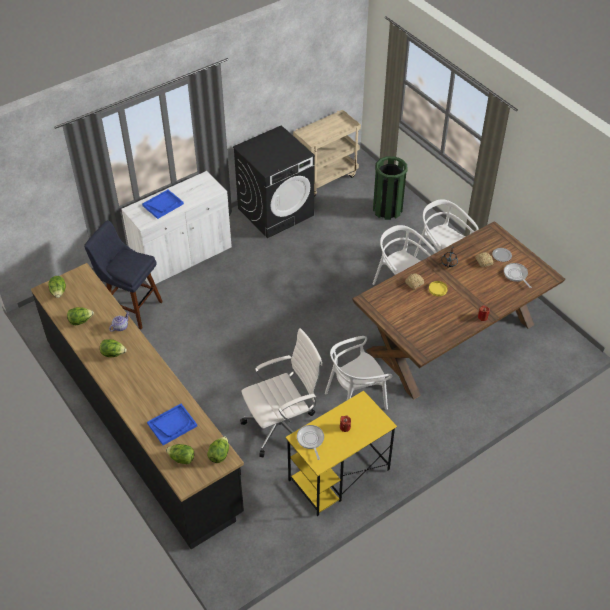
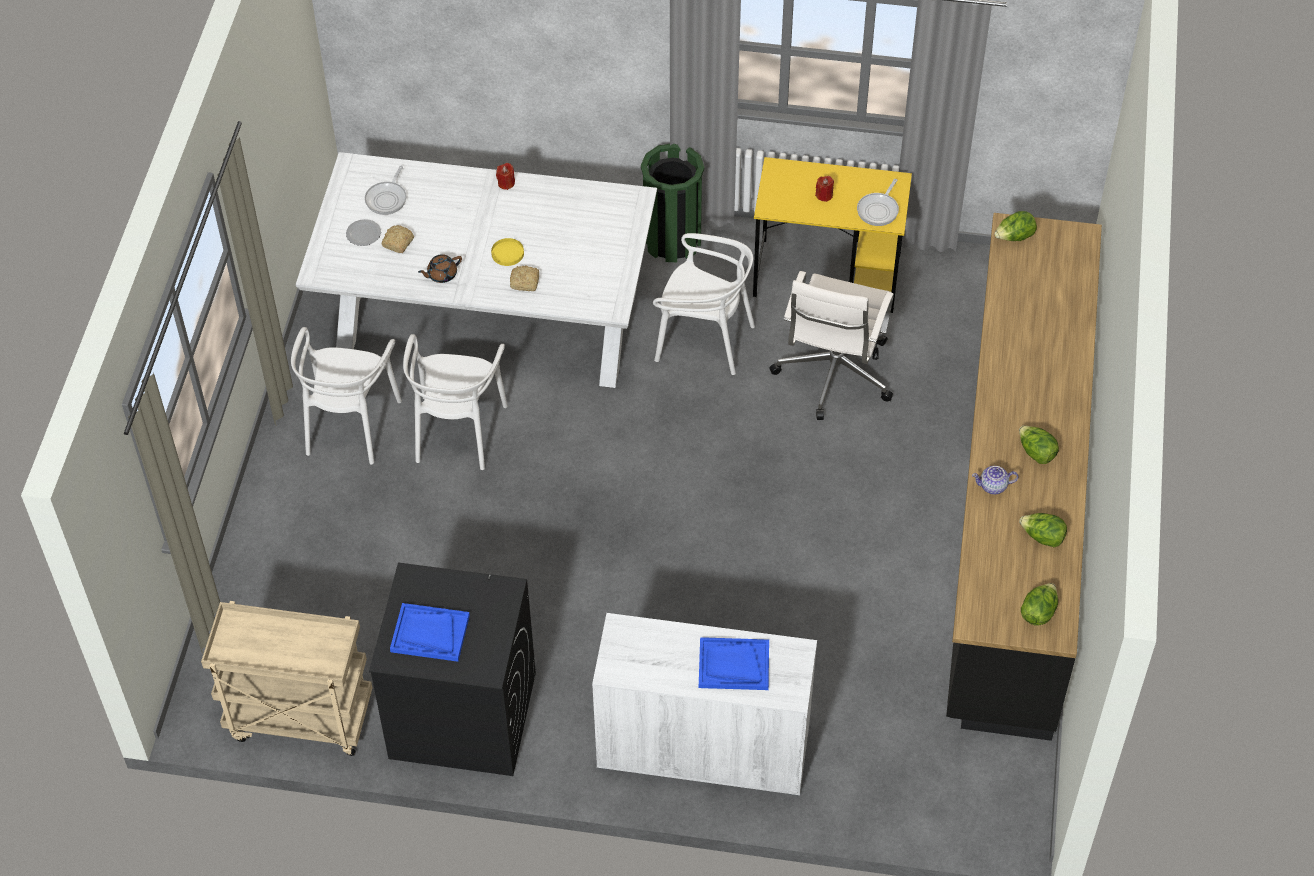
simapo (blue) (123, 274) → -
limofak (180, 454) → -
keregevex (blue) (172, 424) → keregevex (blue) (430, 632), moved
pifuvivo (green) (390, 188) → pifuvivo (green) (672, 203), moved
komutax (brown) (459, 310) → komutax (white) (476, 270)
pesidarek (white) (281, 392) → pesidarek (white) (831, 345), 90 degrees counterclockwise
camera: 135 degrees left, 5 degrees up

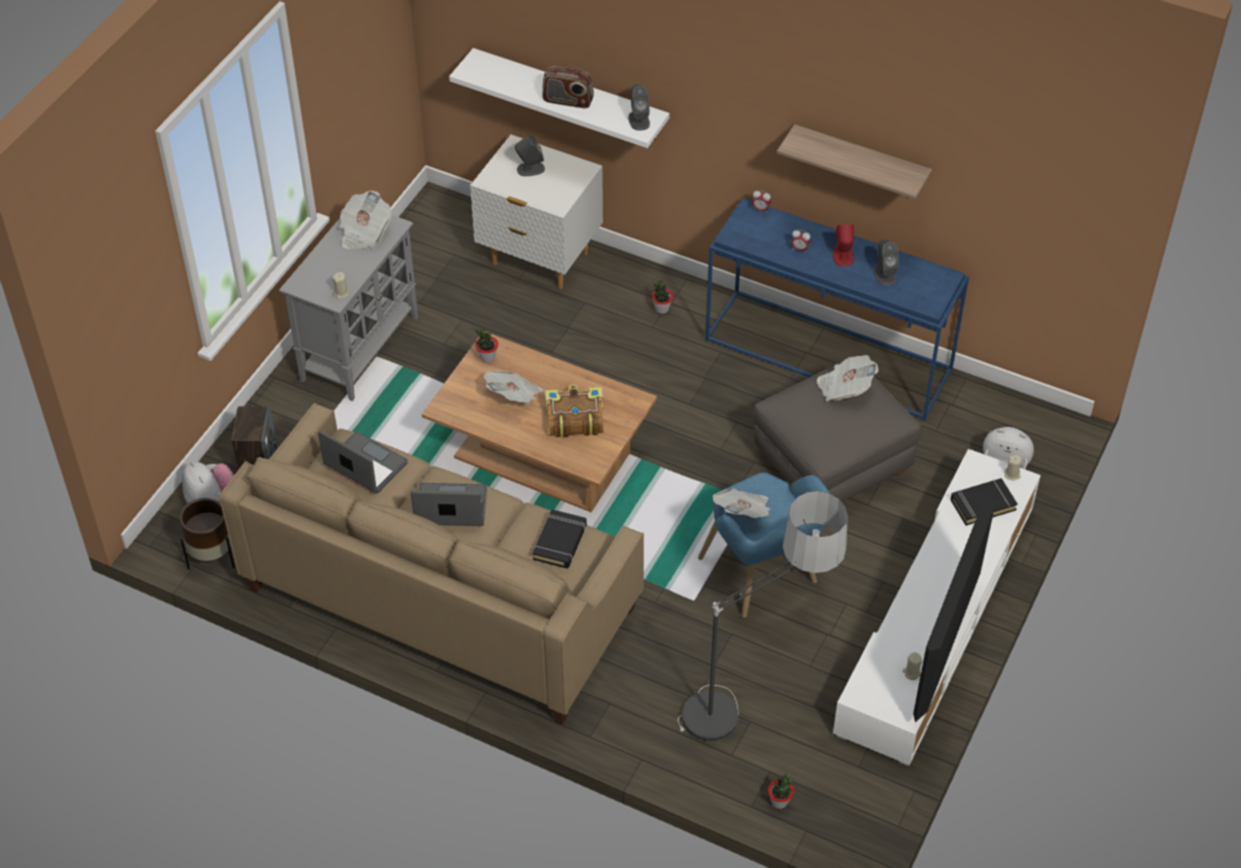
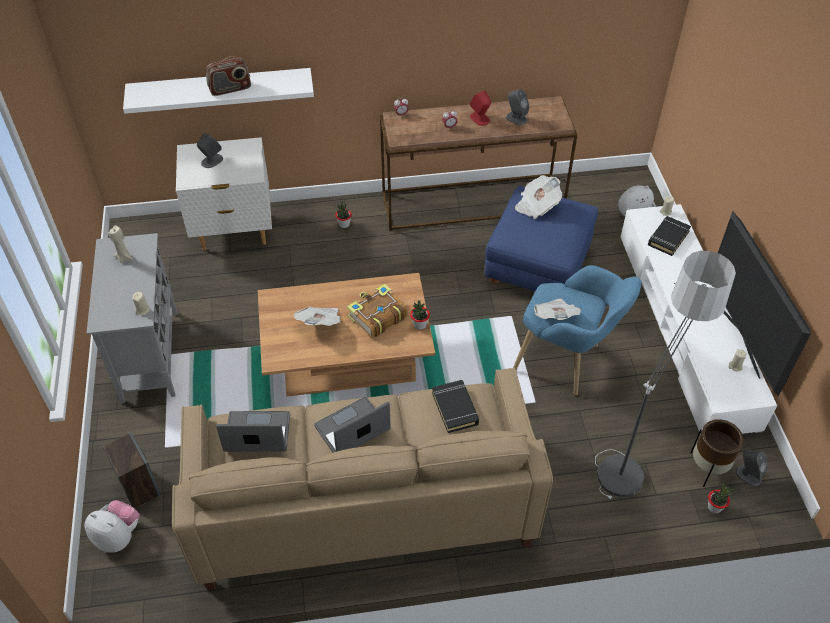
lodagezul (854, 161) → -
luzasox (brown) (207, 534) → luzasox (brown) (717, 453), moved
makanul (486, 345) → makanul (420, 315), moved
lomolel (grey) (639, 107) → lomolel (grey) (752, 468), moved
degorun (365, 220) → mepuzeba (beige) (120, 244)
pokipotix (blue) (837, 309) → pokipotix (brown) (479, 163)
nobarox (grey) (837, 431) → nobarox (blue) (541, 238)
camera: 35 degrees left, 0 degrees up

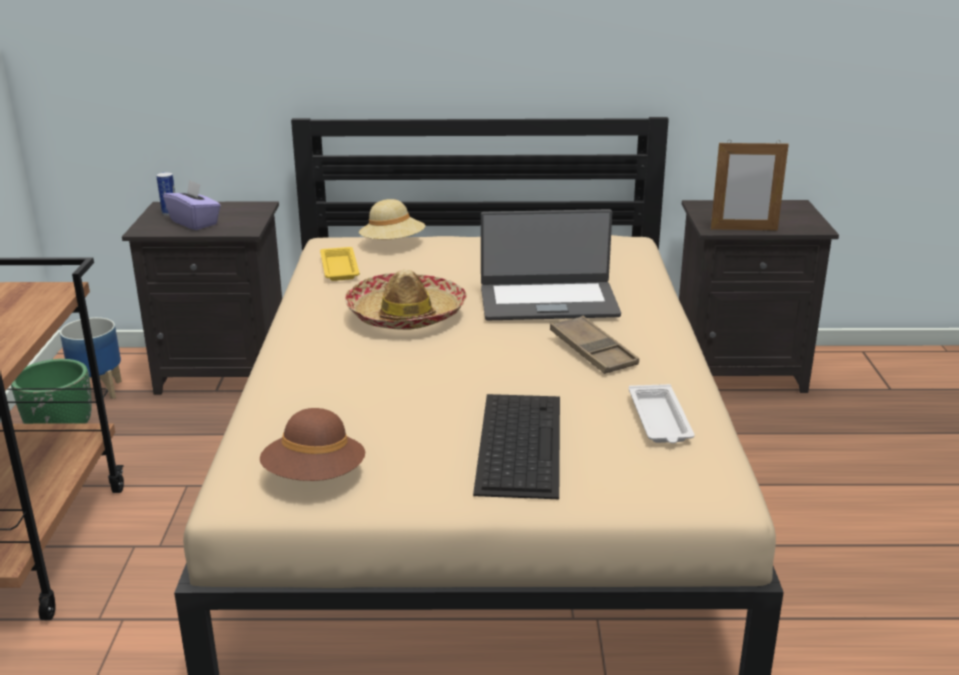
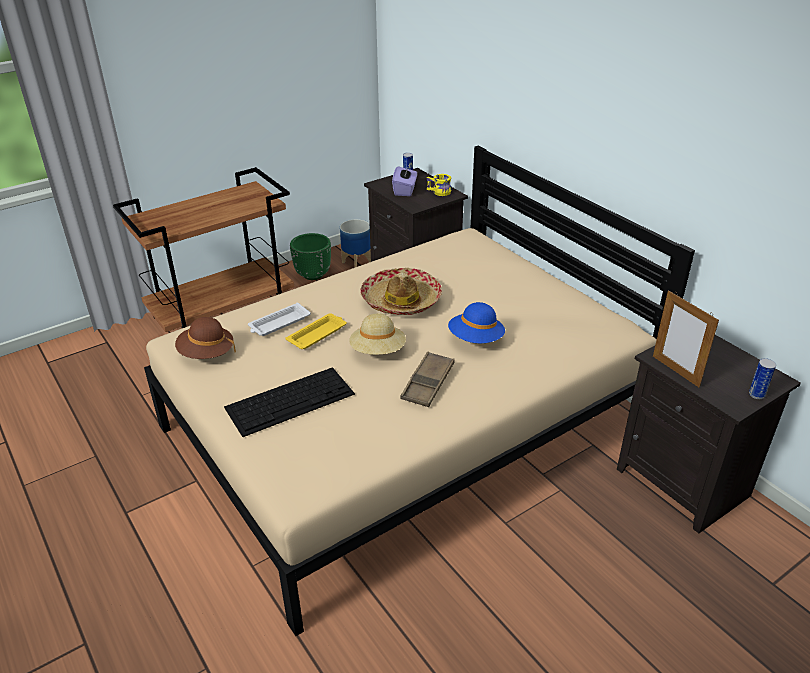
- → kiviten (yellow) (439, 185)
- → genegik (762, 378)
keregevex (yellow) (340, 264) → keregevex (yellow) (316, 331), moved
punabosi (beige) (392, 219) → punabosi (beige) (377, 334), moved
keregevex (white) (661, 413) → keregevex (white) (279, 319), moved
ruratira (551, 264) → punabosi (blue) (476, 322)
camera: 55 degrees right, 10 degrees up

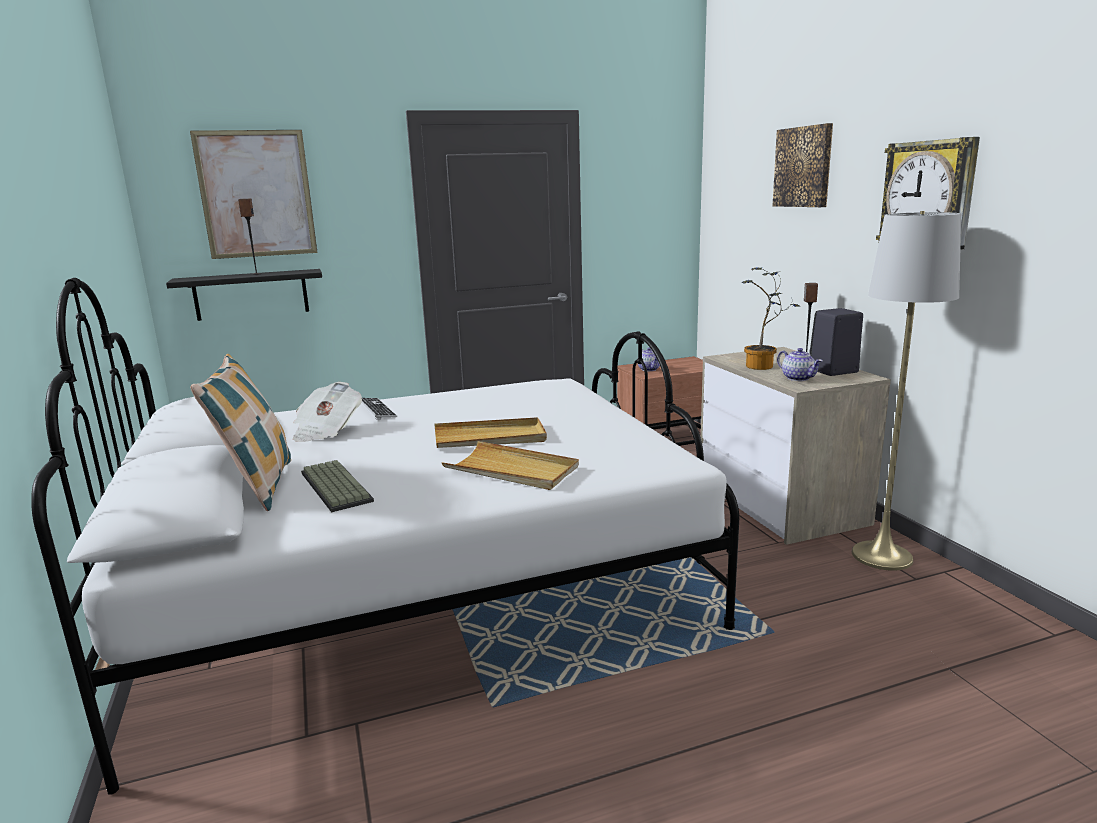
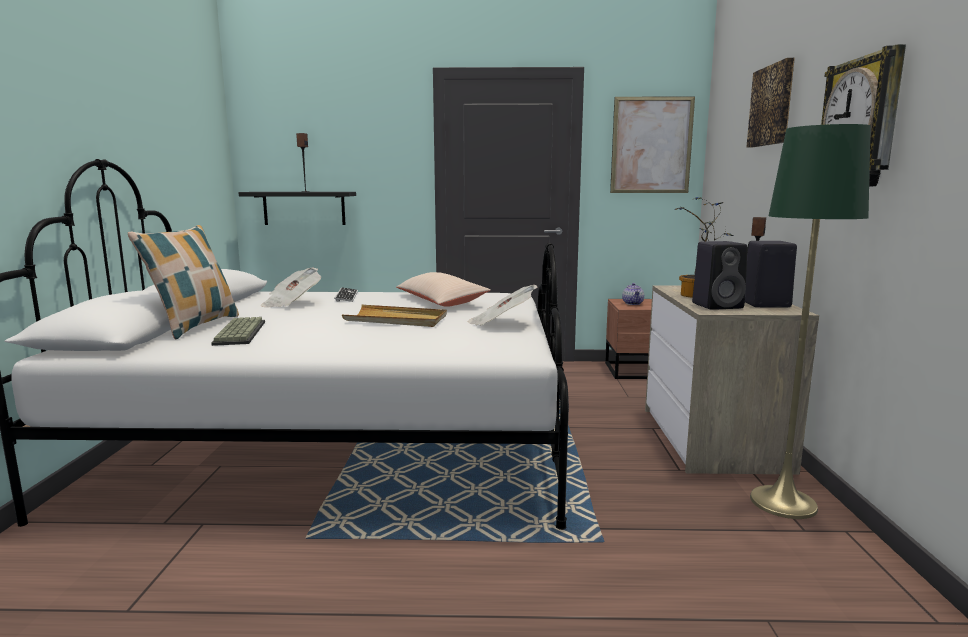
keregevex (beige) (510, 465) → -
- → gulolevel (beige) (443, 289)
- → degorun (503, 305)
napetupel (254, 194) → napetupel (652, 144), moved
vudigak (800, 364) → lomolel (black) (719, 275)
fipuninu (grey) (906, 391) → fipuninu (green) (810, 321)
camera: 20 degrees right, 5 degrees down

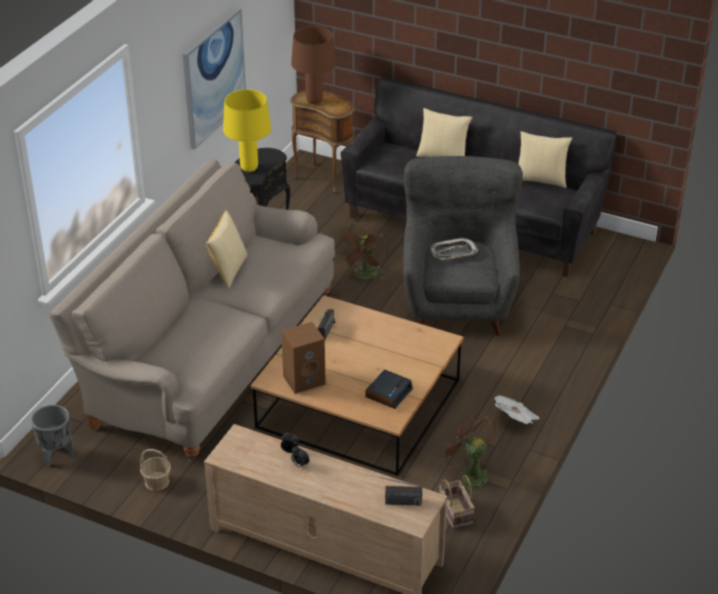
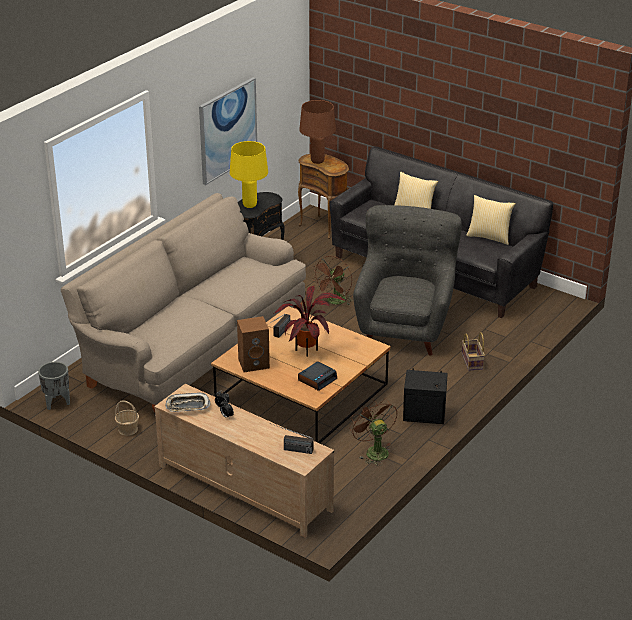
gulolevel (227, 249) → -
- → makanul (309, 321)
keregevex (454, 249) → keregevex (187, 402), moved
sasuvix (457, 502) → sasuvix (473, 351), moved
degorun (517, 409) → lomolel (black) (425, 396)
camera: 10 degrees right, 5 degrees down

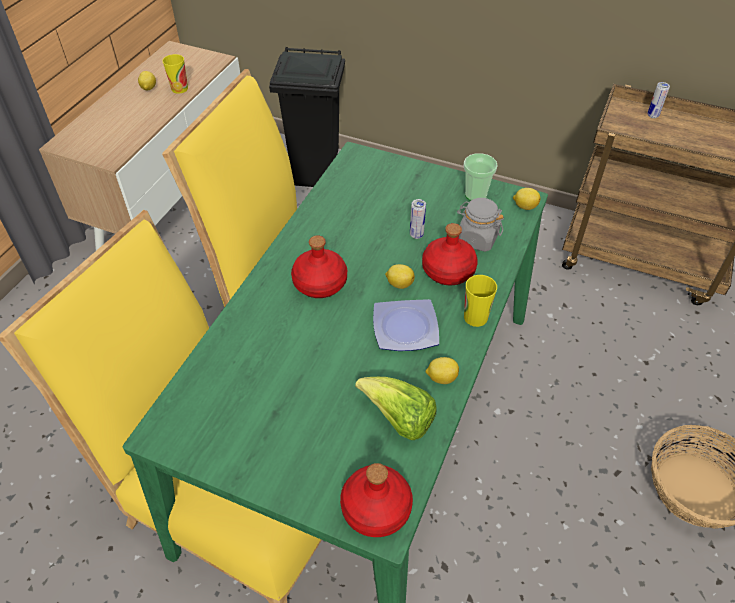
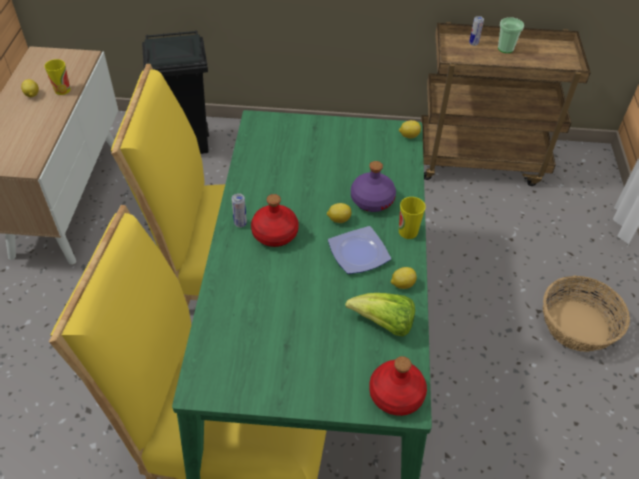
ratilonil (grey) (480, 225) → -
genegik (418, 219) → genegik (239, 210), moved
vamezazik (481, 177) → vamezazik (511, 35), moved
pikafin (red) (450, 254) → pikafin (purple) (373, 186)
camera: 20 degrees left, 0 degrees up

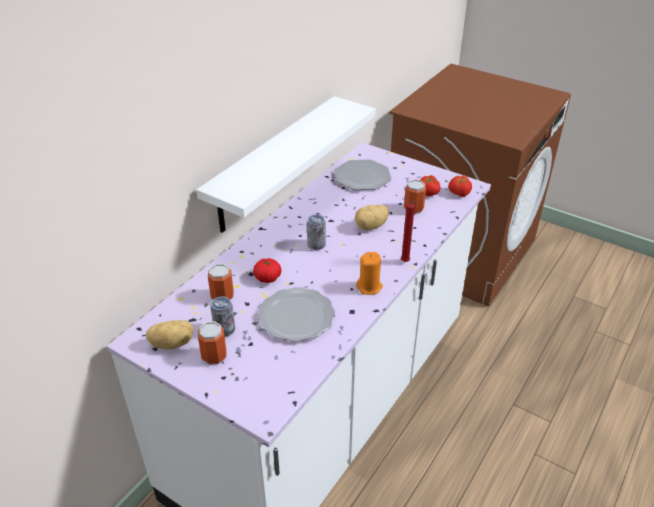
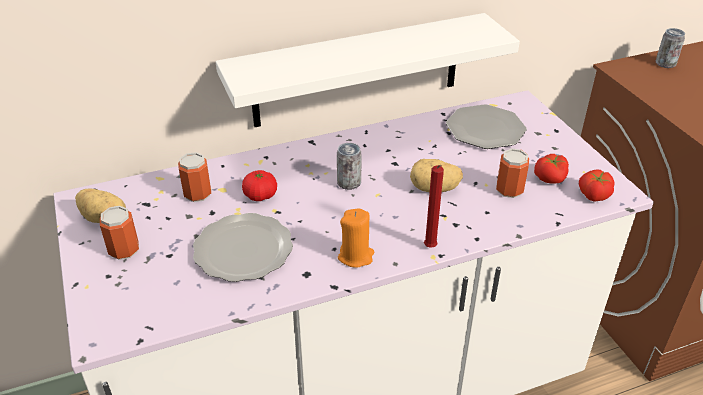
genegik (222, 316) → genegik (670, 48), moved
camera: 35 degrees right, 0 degrees up

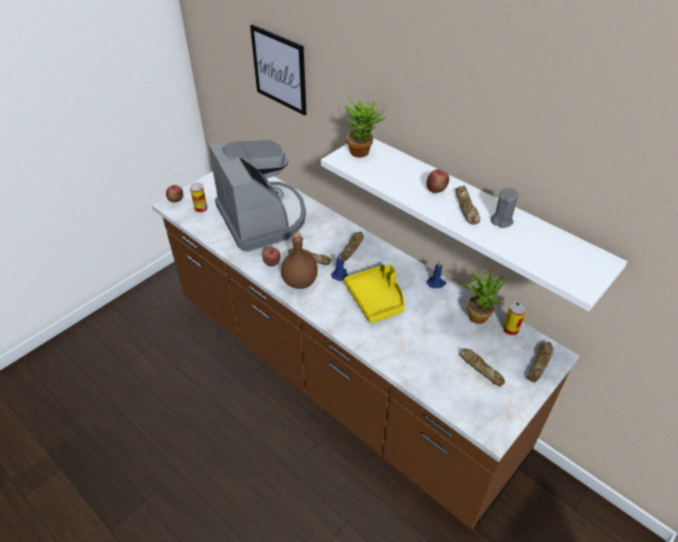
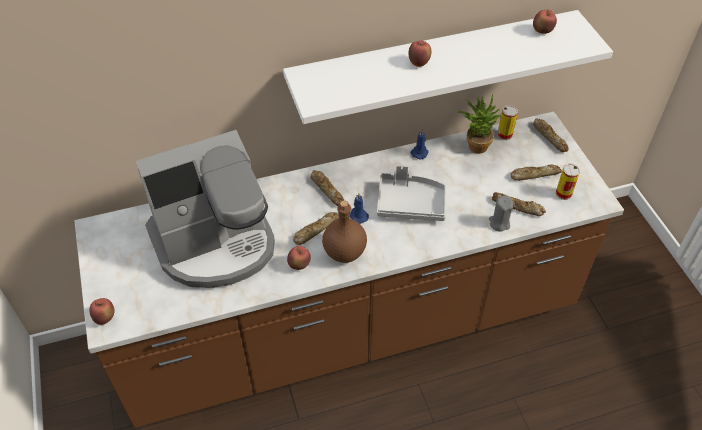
napetupel (278, 70) → -
makanul (366, 126) → -
- → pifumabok (545, 21)
genegik (199, 198) → genegik (568, 182), moved
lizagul (468, 205) → lizagul (519, 204), moved
mepuzeba (grey) (504, 208) → mepuzeba (grey) (501, 214), moved
keregevex (yellow) (374, 293) → keregevex (grey) (411, 193)
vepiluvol (257, 196) → vepiluvol (205, 209), 150 degrees clockwise
camera: 60 degrees left, 5 degrees up

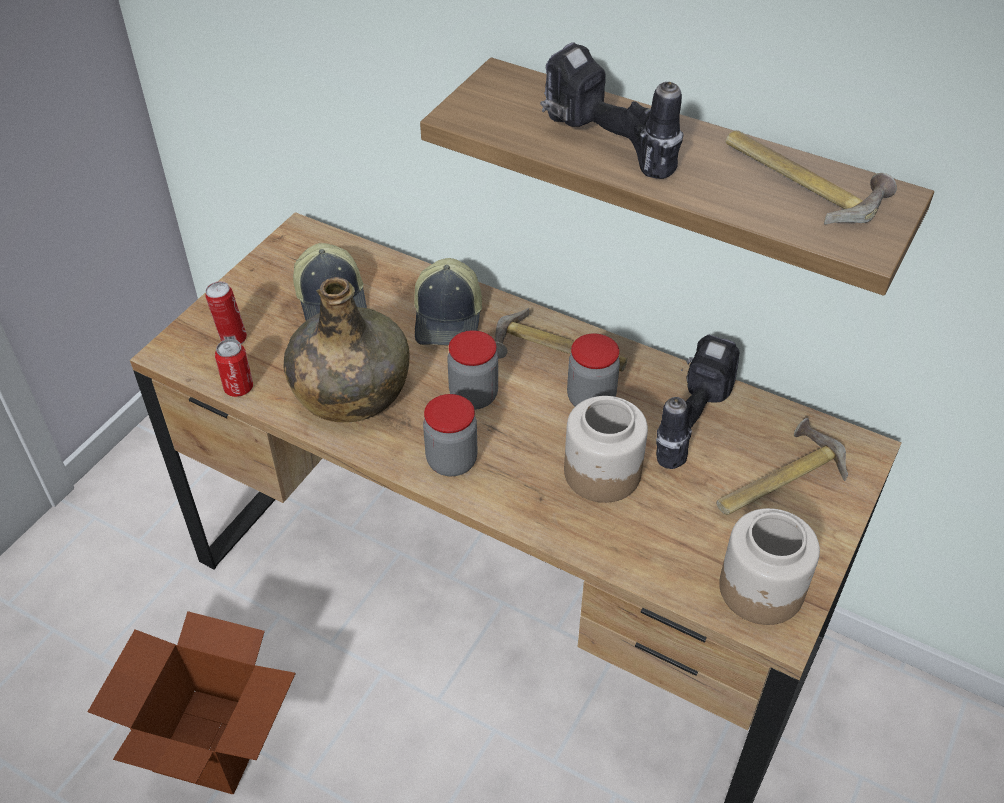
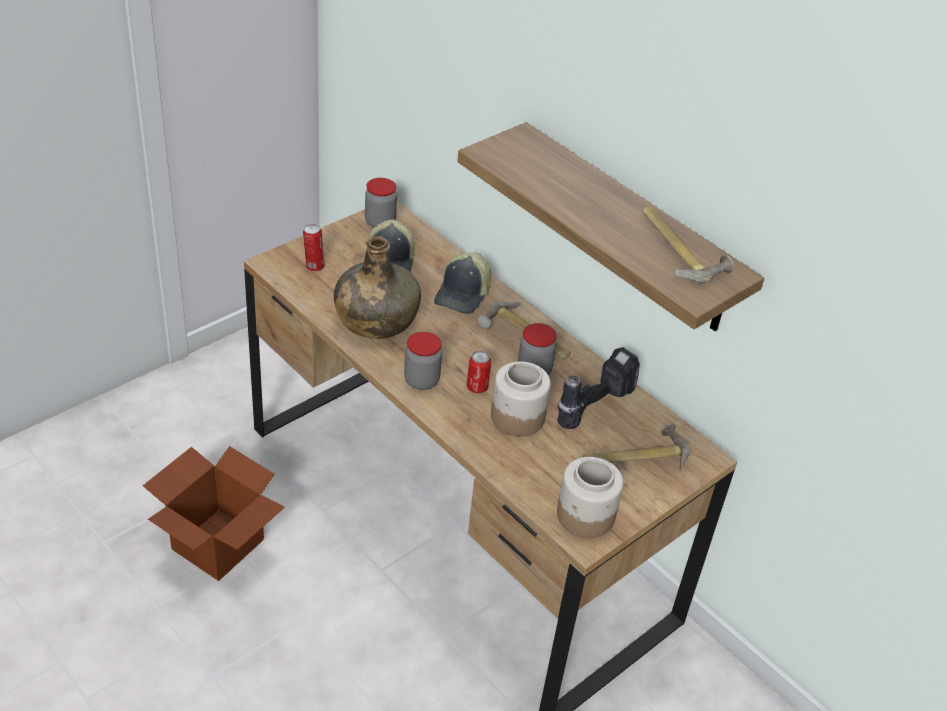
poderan (611, 110) → -
genegik (234, 368) → genegik (479, 371), moved
ratilonil (472, 370) → ratilonil (381, 203), moved
camera: 15 degrees right, 5 degrees down

